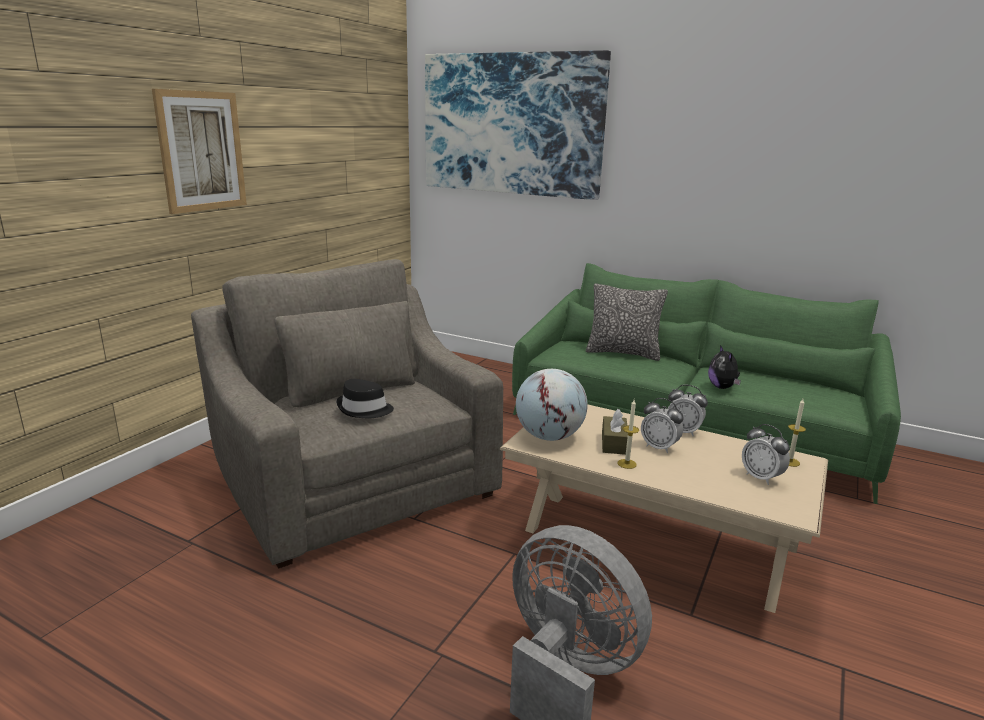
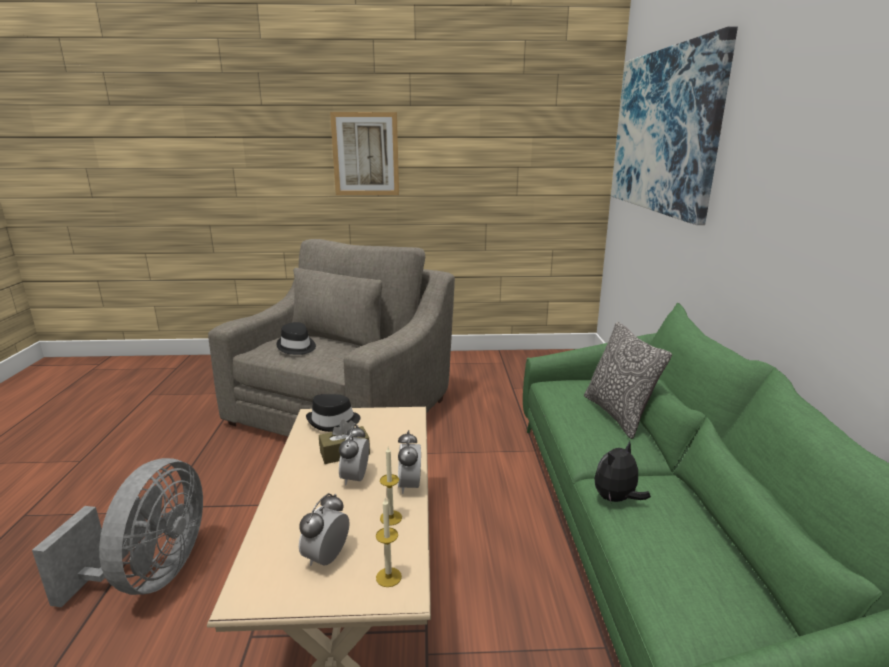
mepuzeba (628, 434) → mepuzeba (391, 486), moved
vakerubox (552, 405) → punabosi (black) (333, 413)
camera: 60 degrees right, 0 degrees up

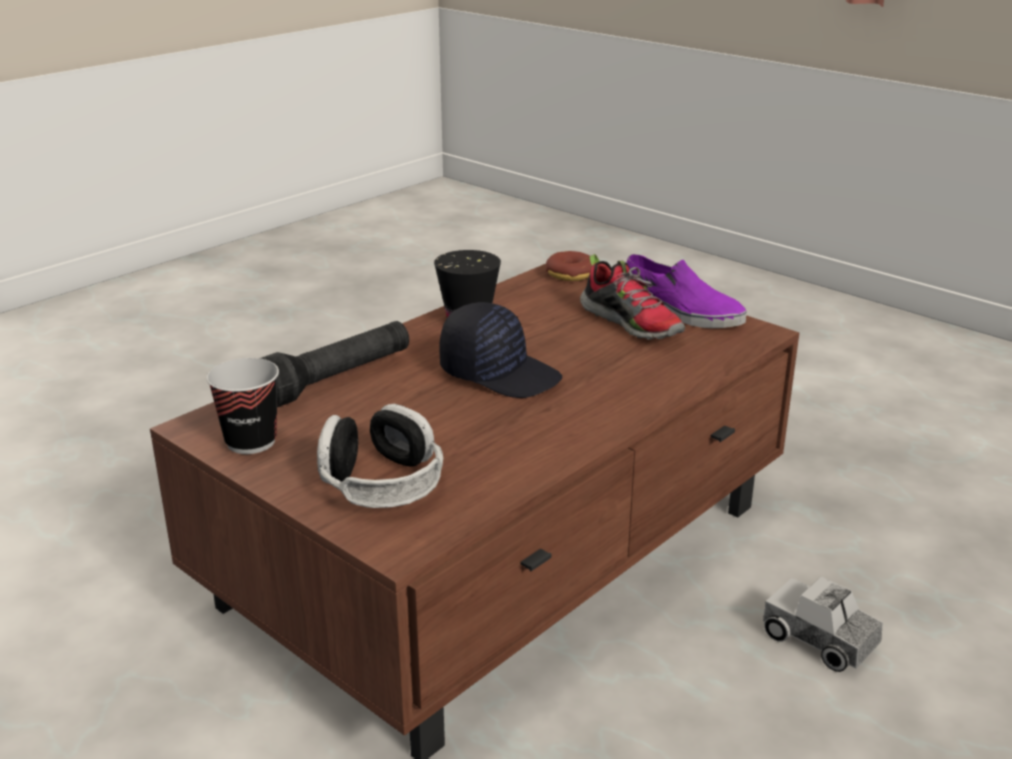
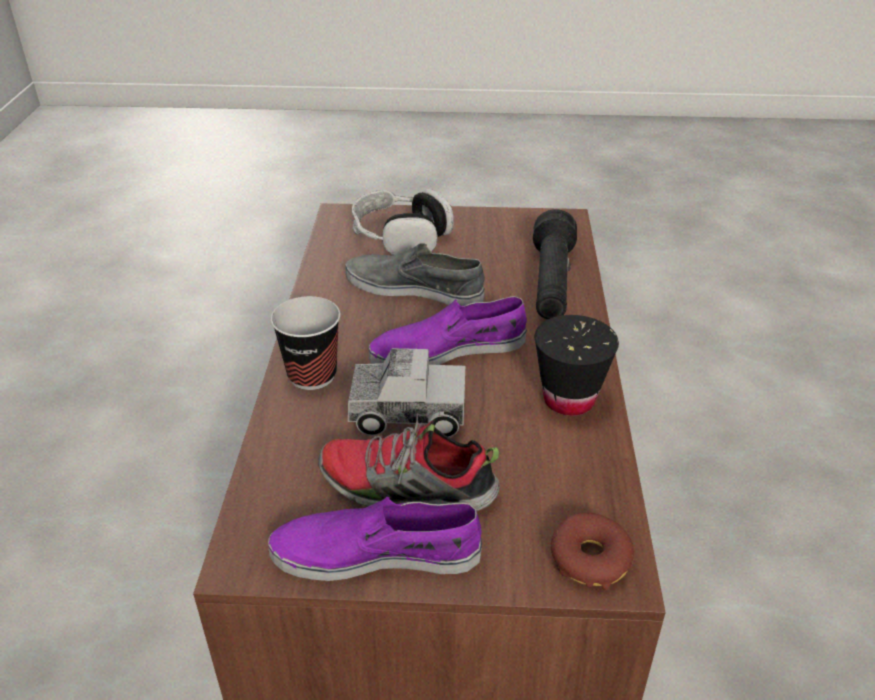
- → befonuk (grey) (415, 274)
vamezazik (242, 406) → vamezazik (305, 343), moved
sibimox (823, 624) → sibimox (406, 392), moved
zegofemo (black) (500, 350) → befonuk (purple) (448, 330)
camera: 140 degrees right, 10 degrees up

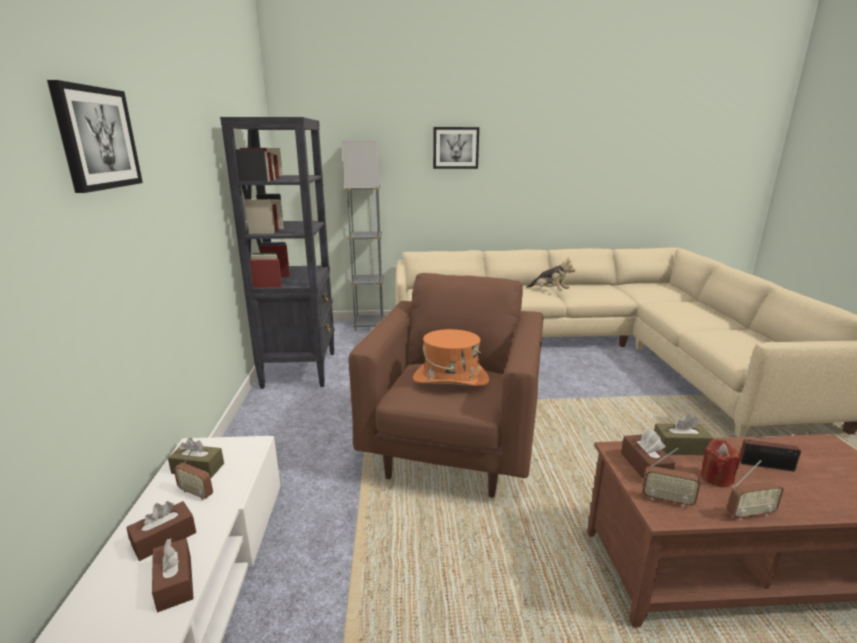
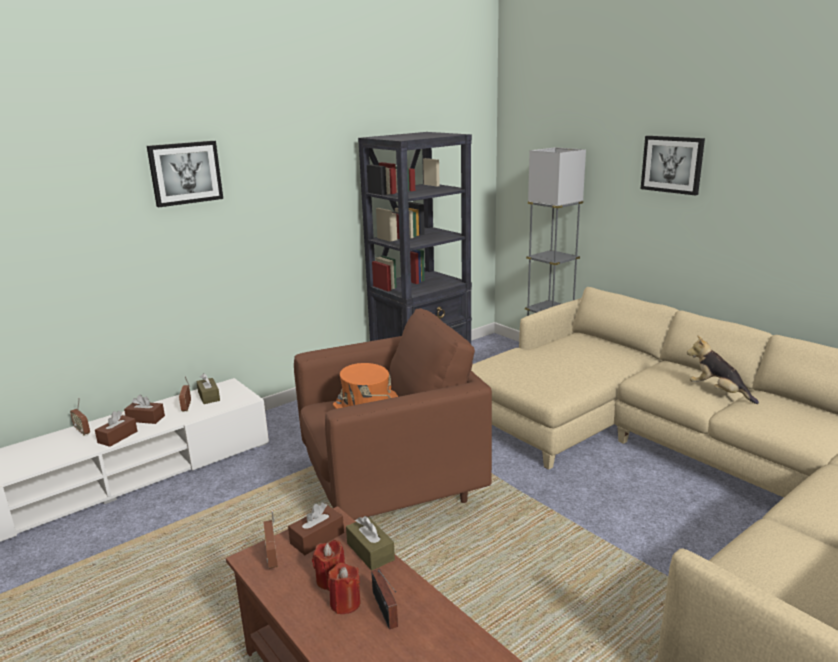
- → mepuzeba (red) (344, 588)
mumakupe (755, 490) → mumakupe (80, 417), moved
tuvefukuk (551, 274) → tuvefukuk (723, 369), 135 degrees clockwise
camera: 55 degrees right, 0 degrees up

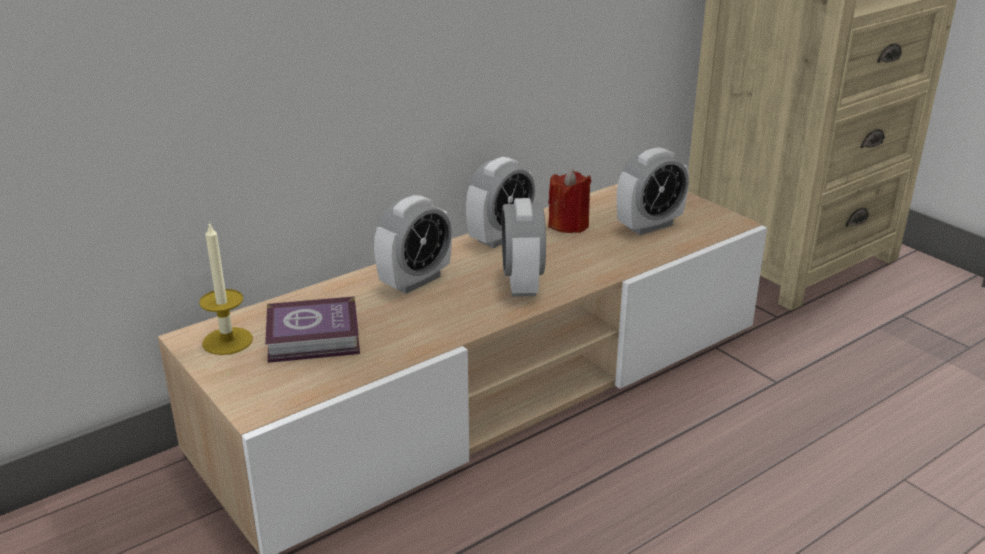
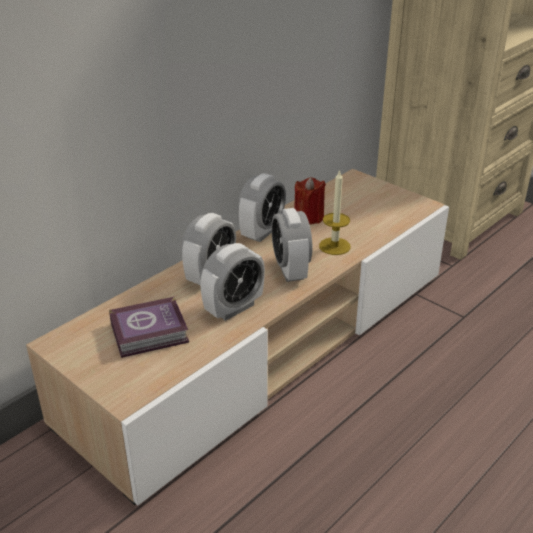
mepuzeba (226, 288) → mepuzeba (335, 212), moved
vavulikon (653, 191) → vavulikon (232, 282), moved
camera: 10 degrees left, 5 degrees up

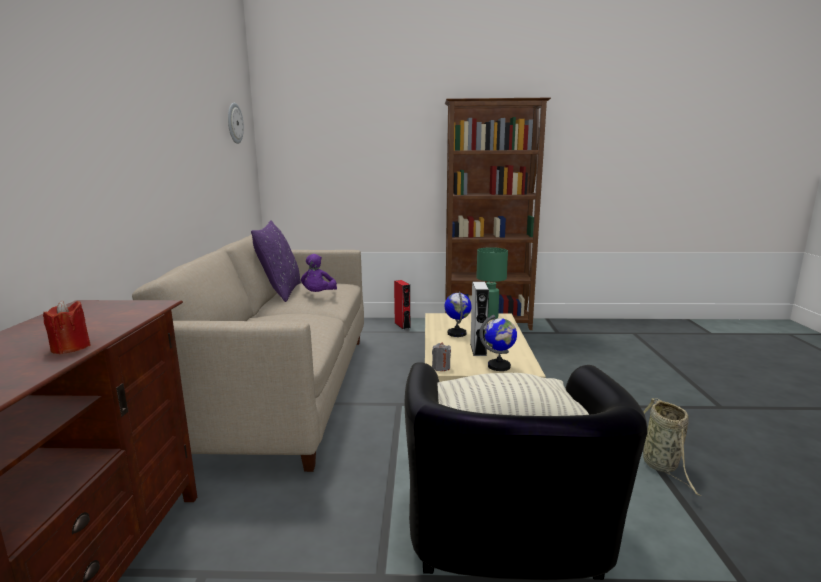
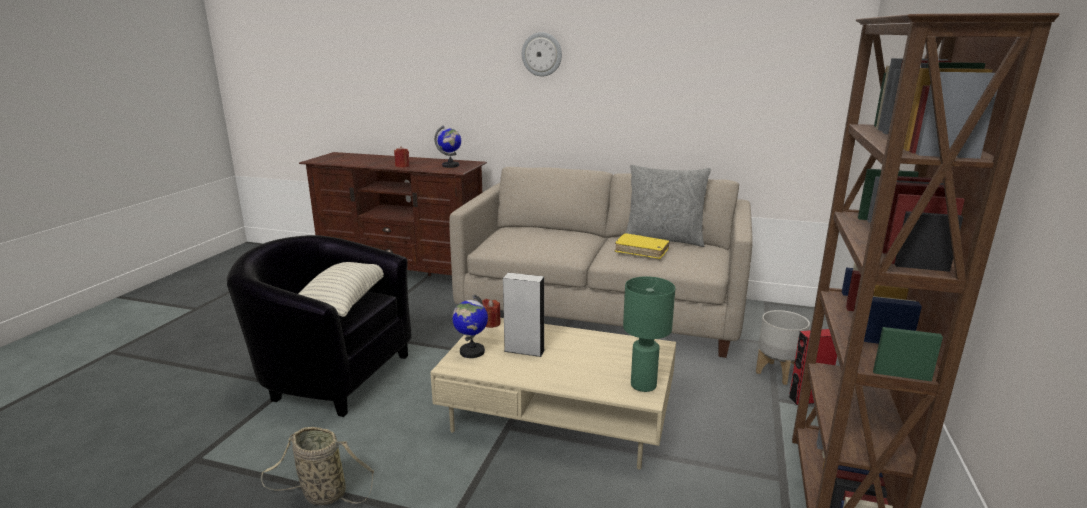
- → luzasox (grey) (783, 347)
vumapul (236, 123) → vumapul (542, 54), moved
vakerubox (458, 314) → vakerubox (447, 146), moved
tuvefukuk (purple) (319, 273) → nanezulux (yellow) (642, 246)
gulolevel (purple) (276, 261) → gulolevel (grey) (668, 206)
mepuzeba (grey) (441, 357) → mepuzeba (red) (491, 313)
camera: 105 degrees right, 5 degrees up

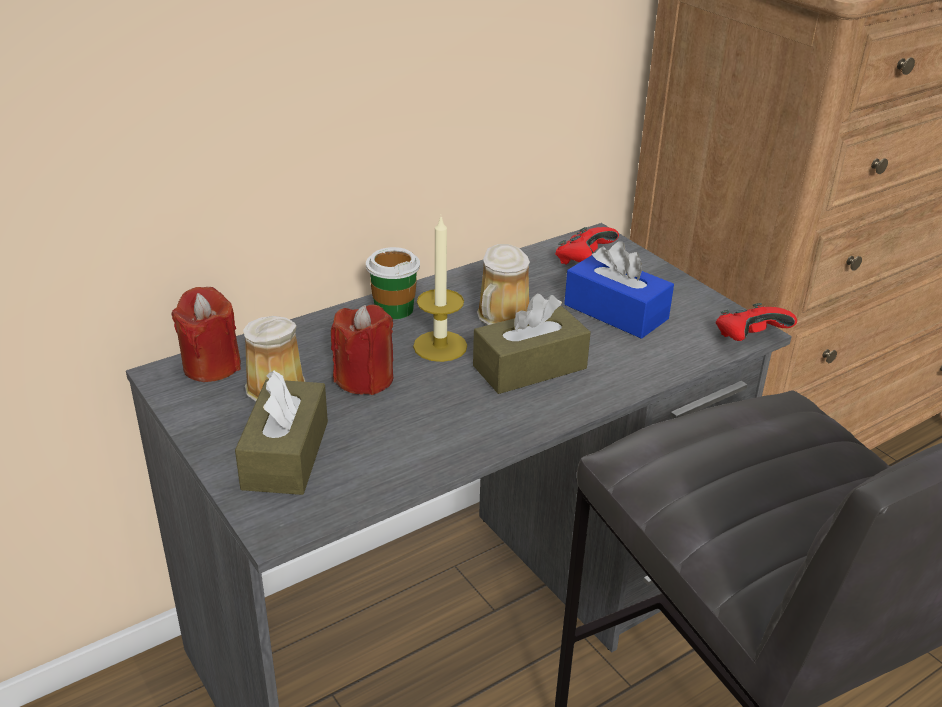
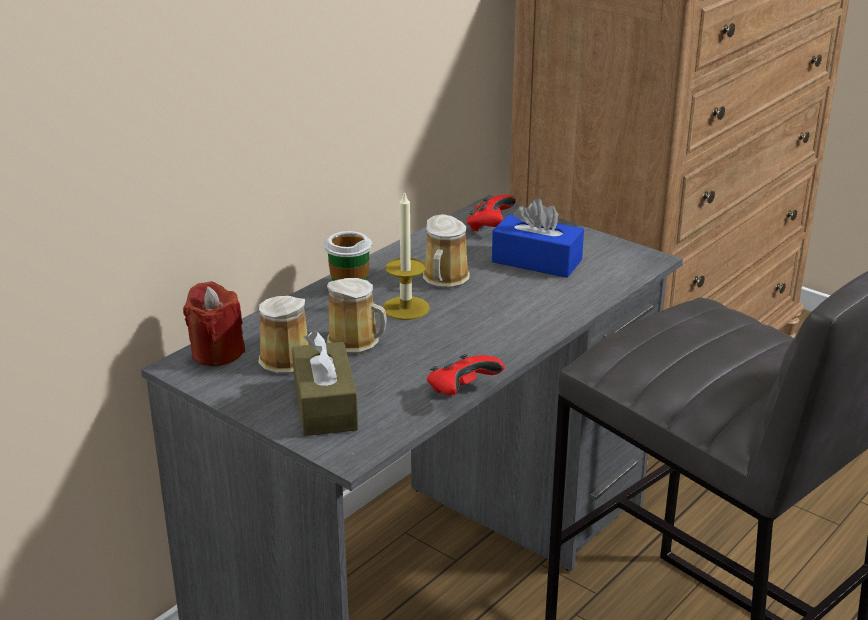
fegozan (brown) (532, 344) → -
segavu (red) (756, 322) → segavu (red) (466, 375), moved
mepuzeba (red) (362, 350) → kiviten (357, 316)
camera: 15 degrees left, 5 degrees down

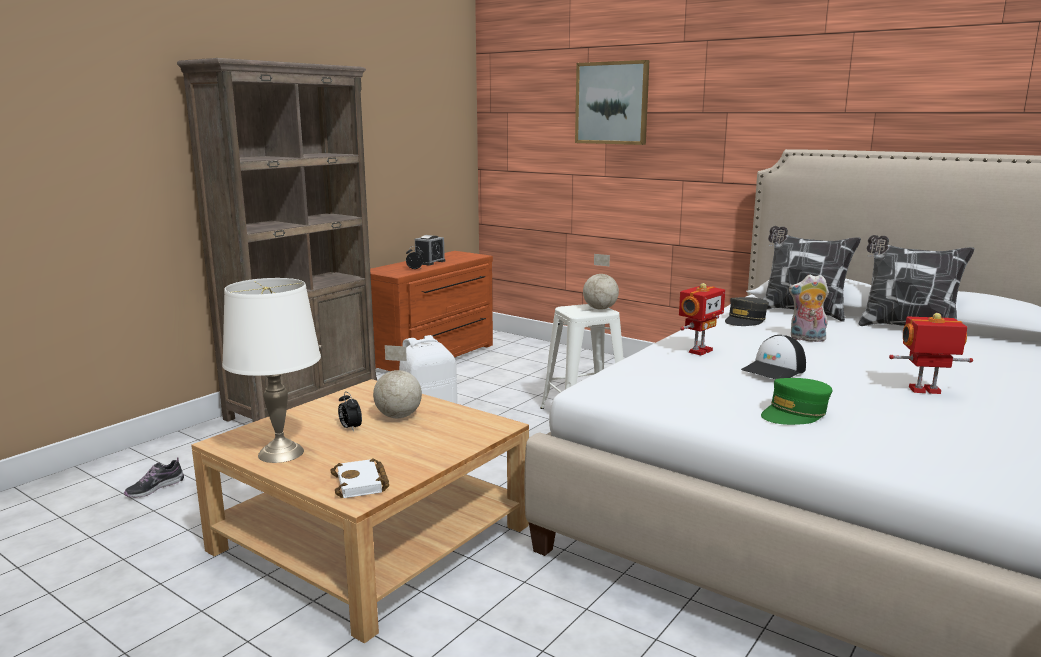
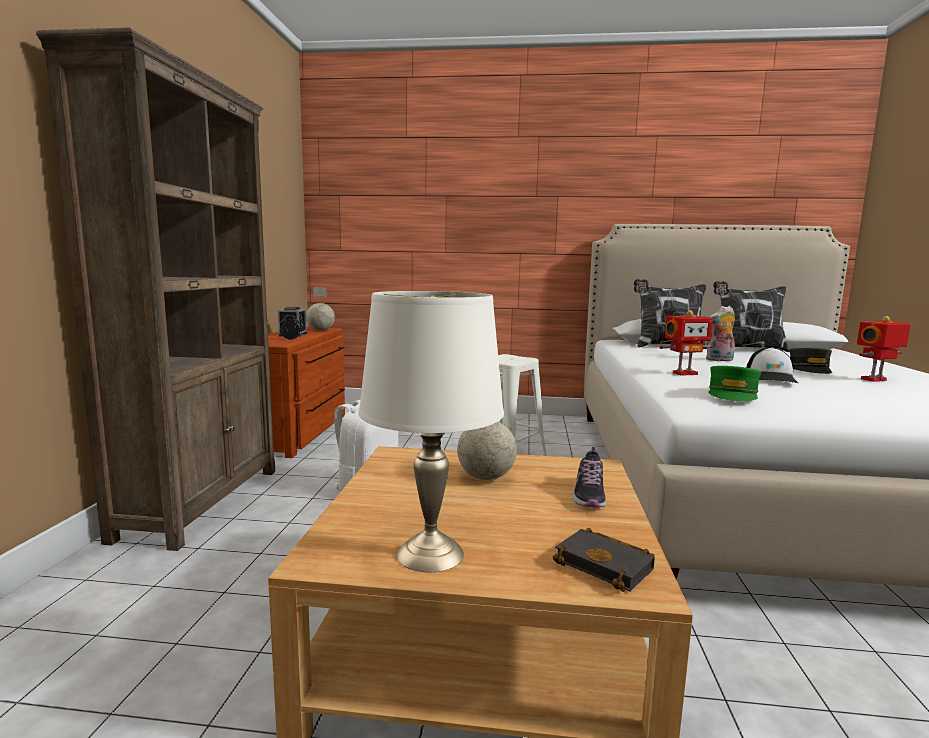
vavulikon (350, 411) → -
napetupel (612, 102) → -
befonuk (154, 477) → befonuk (589, 477), moved
vakerubox (601, 282) → vakerubox (320, 309), moved
zegofemo (grey) (747, 311) → zegofemo (grey) (810, 361), moved
zegofemo (green) (796, 401) → zegofemo (green) (734, 383), moved
nanezulux (white) (359, 478) → nanezulux (black) (604, 559)
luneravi (702, 319) → luneravi (686, 343), 60 degrees clockwise
camera: 30 degrees left, 5 degrees down

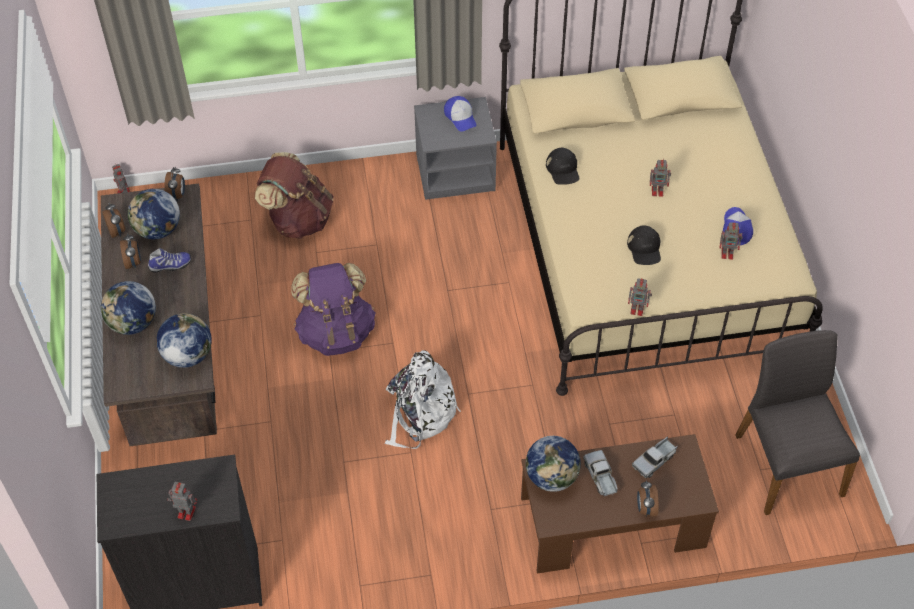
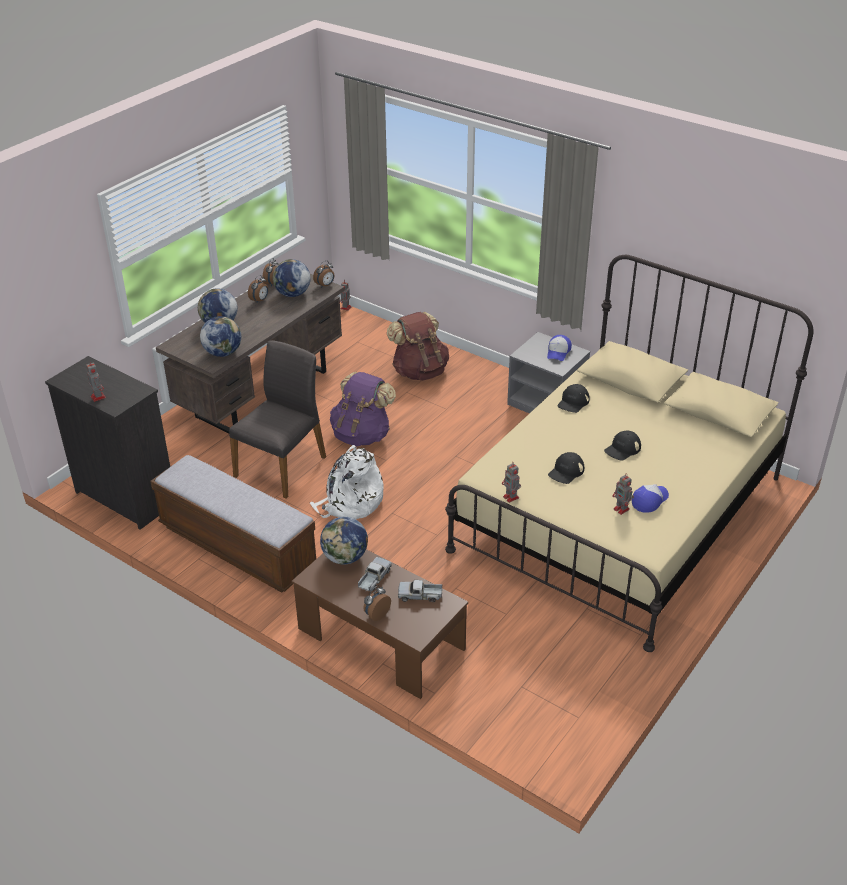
befonuk (169, 260) → -
- → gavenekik (233, 524)
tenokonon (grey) (798, 422) → tenokonon (grey) (277, 419), moved
luneravi (660, 178) → zegofemo (black) (622, 445)
camera: 45 degrees right, 15 degrees down

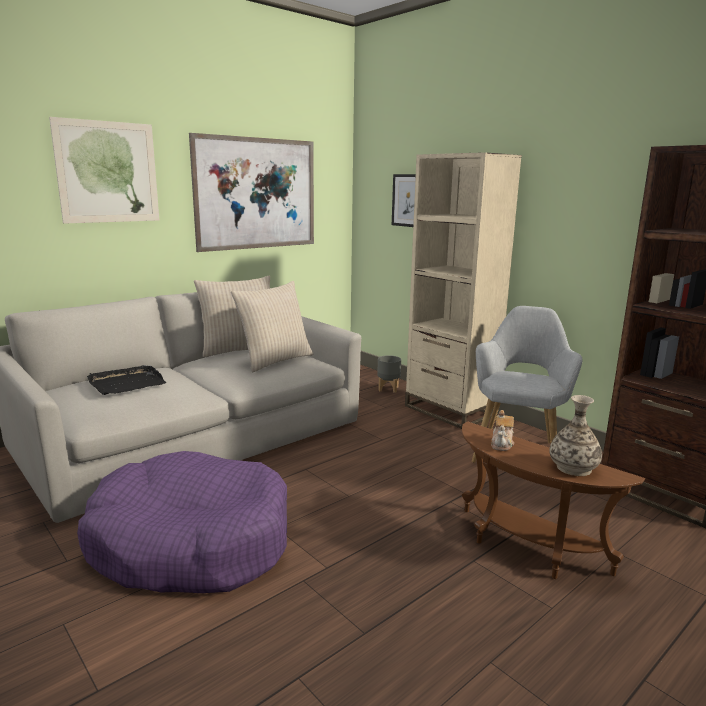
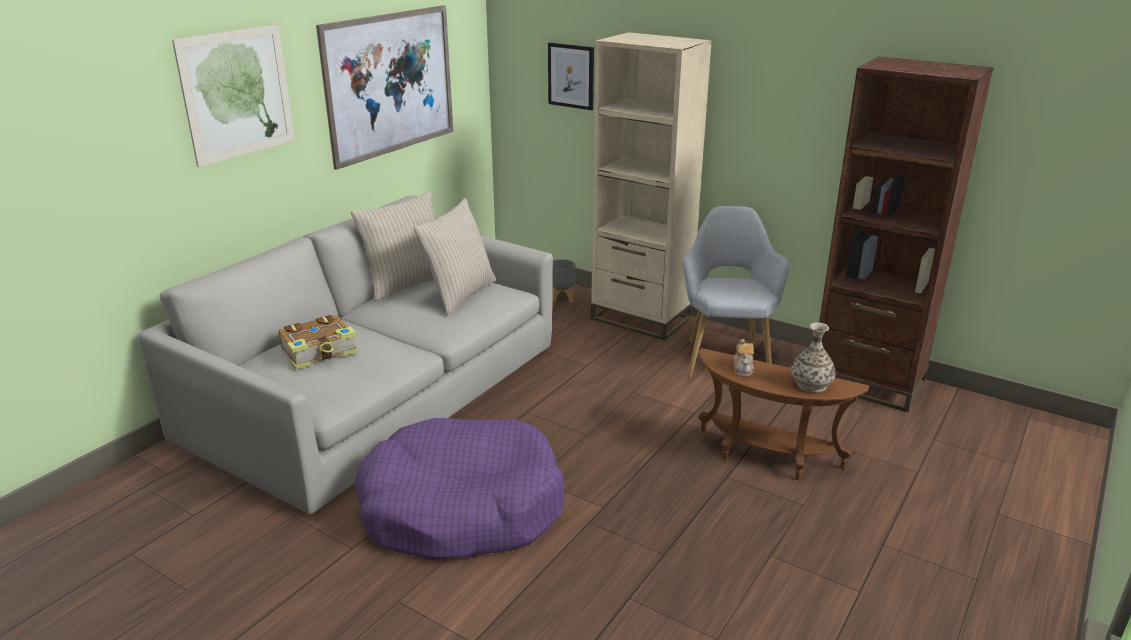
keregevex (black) (126, 380) → nanezulux (318, 342)
camera: 15 degrees left, 10 degrees up

